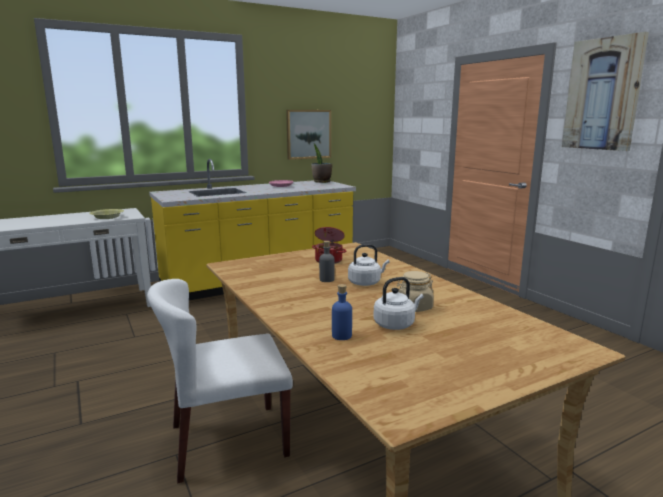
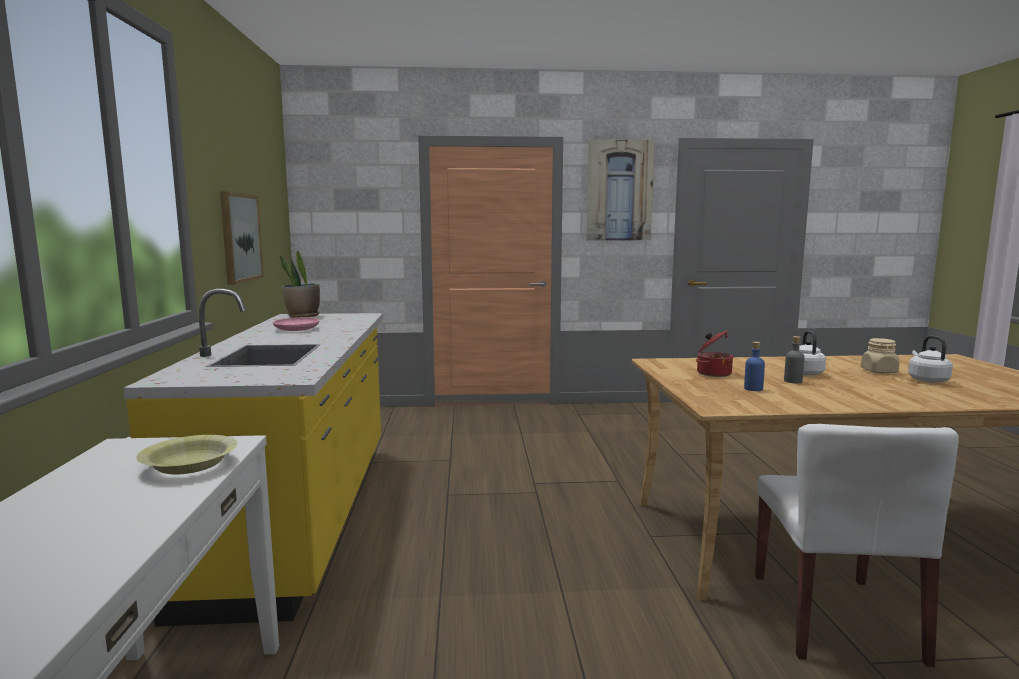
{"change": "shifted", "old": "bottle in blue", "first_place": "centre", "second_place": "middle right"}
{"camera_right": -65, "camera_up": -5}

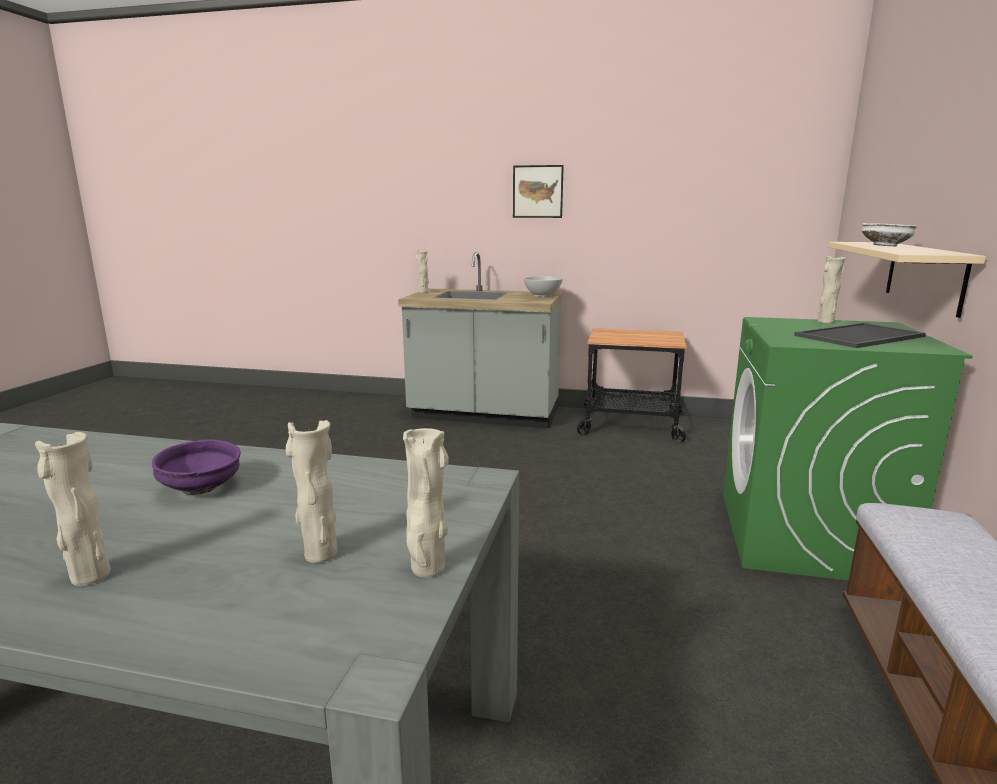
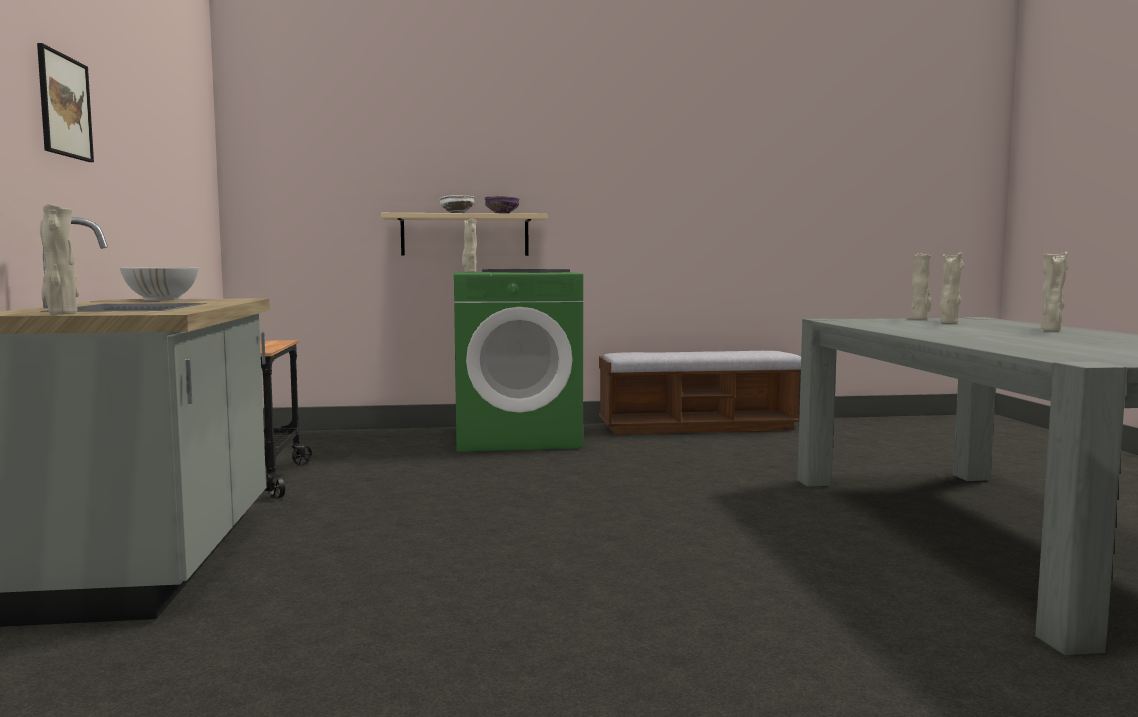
{"change": "shifted", "old": "bowl in purple", "first_place": "middle left", "second_place": "top centre"}
{"camera_right": -110, "camera_up": -10}

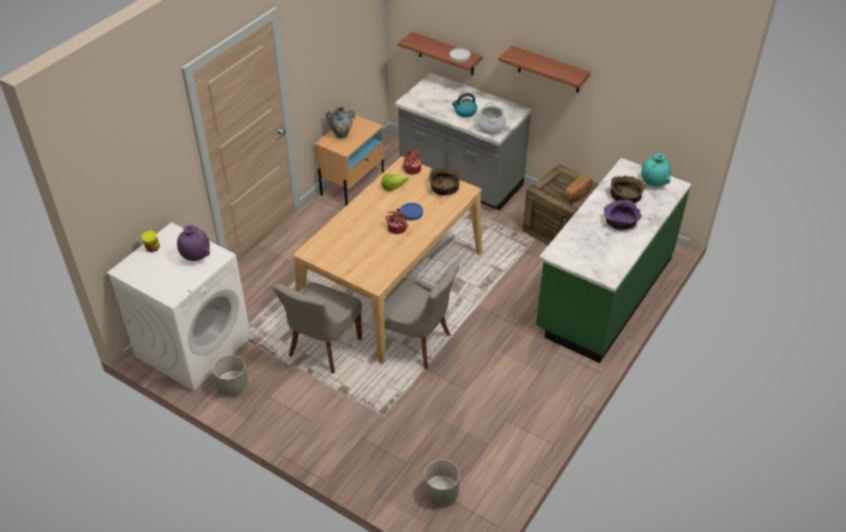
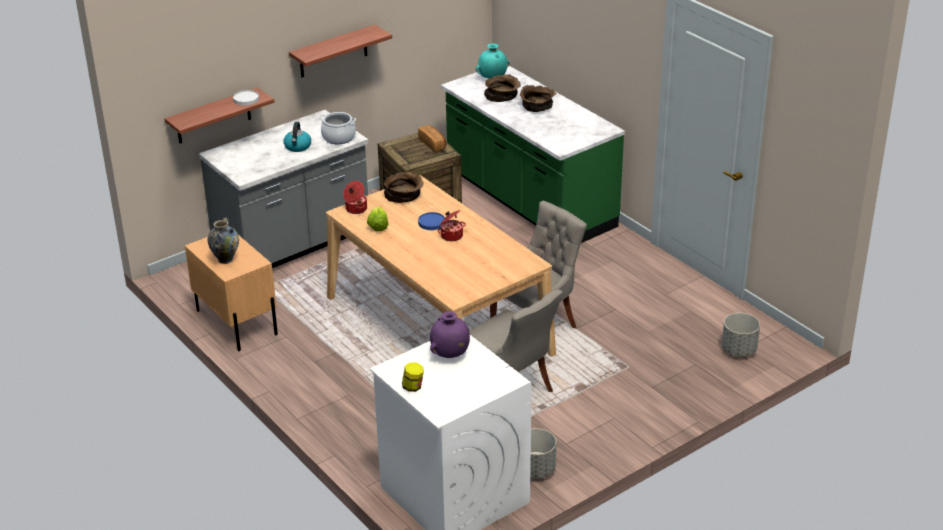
{"change": "repainted", "old": "bowl in purple", "new": "bowl in brown (no. 3 from left)", "first_place": "middle right", "second_place": "top centre"}
{"camera_right": -70, "camera_up": -10}

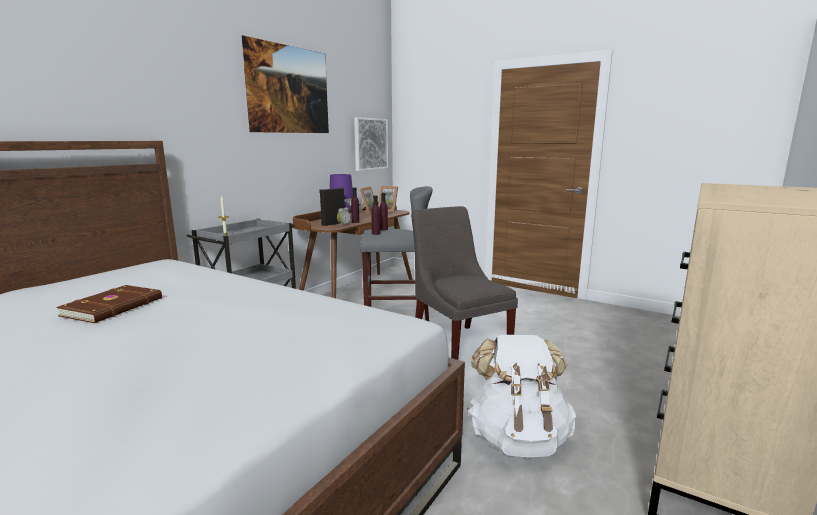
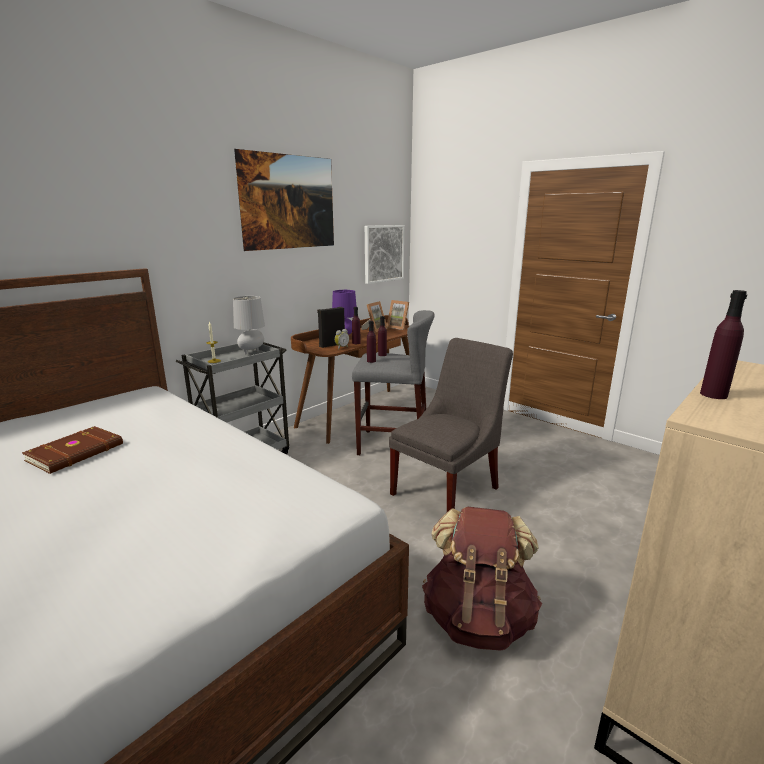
{"change": "rotated", "old": "chair in grey", "first_place": "centre", "second_place": "centre", "degrees": 60}
{"change": "repainted", "old": "backpack in white", "new": "backpack in brown", "first_place": "bottom centre", "second_place": "bottom centre"}
{"change": "new", "new": "bottle in purple (no. 4 from left)", "second_place": "middle right"}
{"change": "new", "new": "table lamp in grey", "second_place": "middle left"}
{"camera_right": 10, "camera_up": 5}

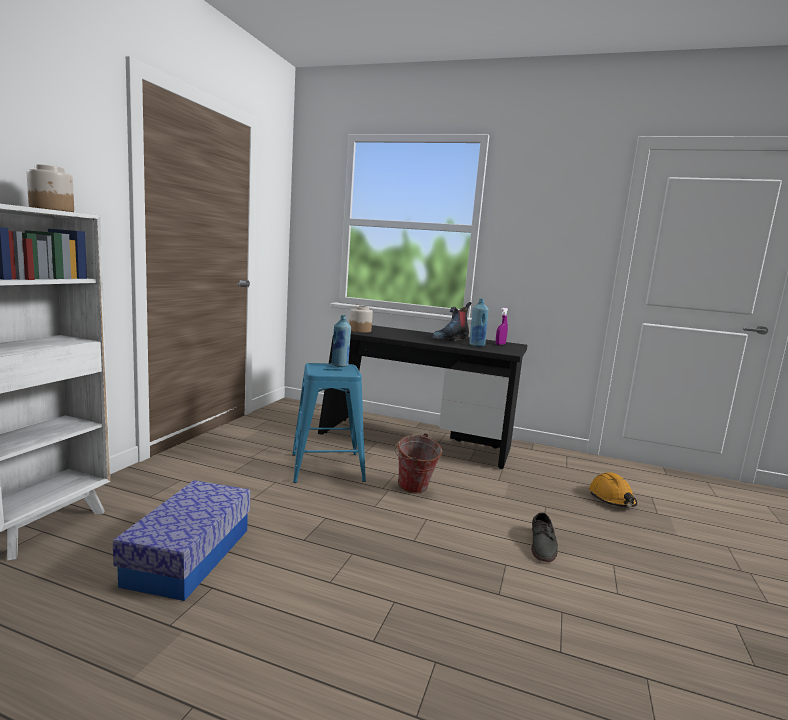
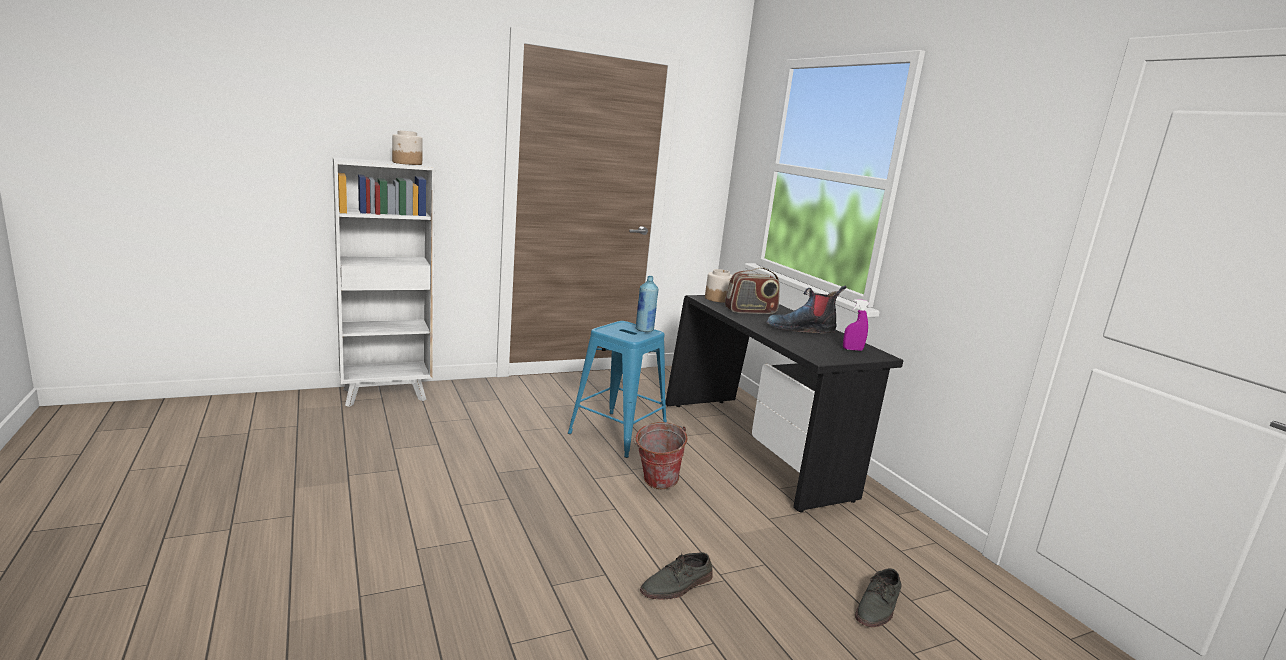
{"change": "gone", "old": "bottle in blue (no. 2 from left)", "first_place": "centre"}
{"change": "swapped", "old": "hard hat in orange", "new": "shoe in grey (no. 2 from left)", "first_place": "bottom right", "second_place": "bottom right"}
{"change": "gone", "old": "storage box", "first_place": "bottom left"}
{"change": "new", "new": "radio", "second_place": "centre"}
{"camera_right": 45, "camera_up": 5}

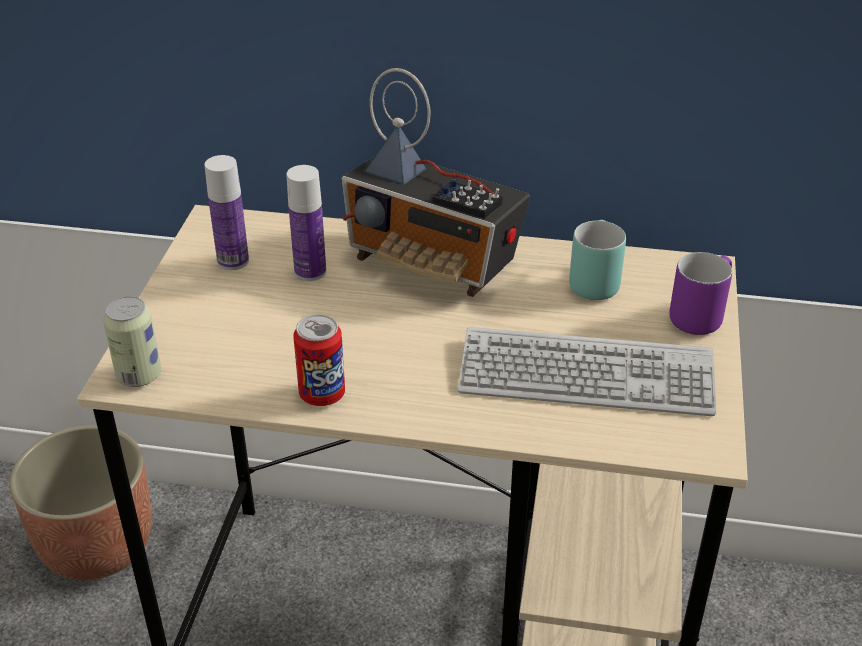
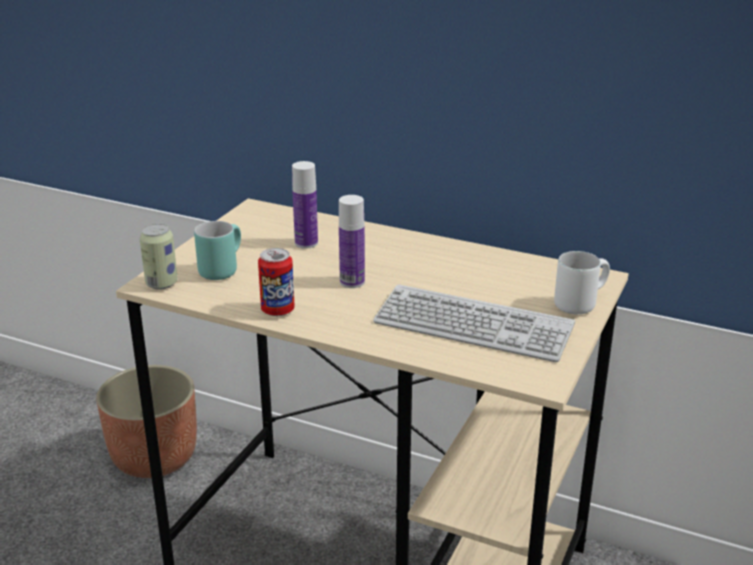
{"change": "gone", "old": "radio", "first_place": "top centre"}
{"change": "shifted", "old": "bottle (no. 1 from left in the first image)", "new": "bottle (no. 2 from left)", "first_place": "top left", "second_place": "centre"}
{"change": "shifted", "old": "mug in turquoise", "first_place": "middle right", "second_place": "middle left"}
{"change": "repainted", "old": "mug in purple", "new": "mug in white", "first_place": "middle right", "second_place": "middle right"}
{"camera_right": 15, "camera_up": -10}

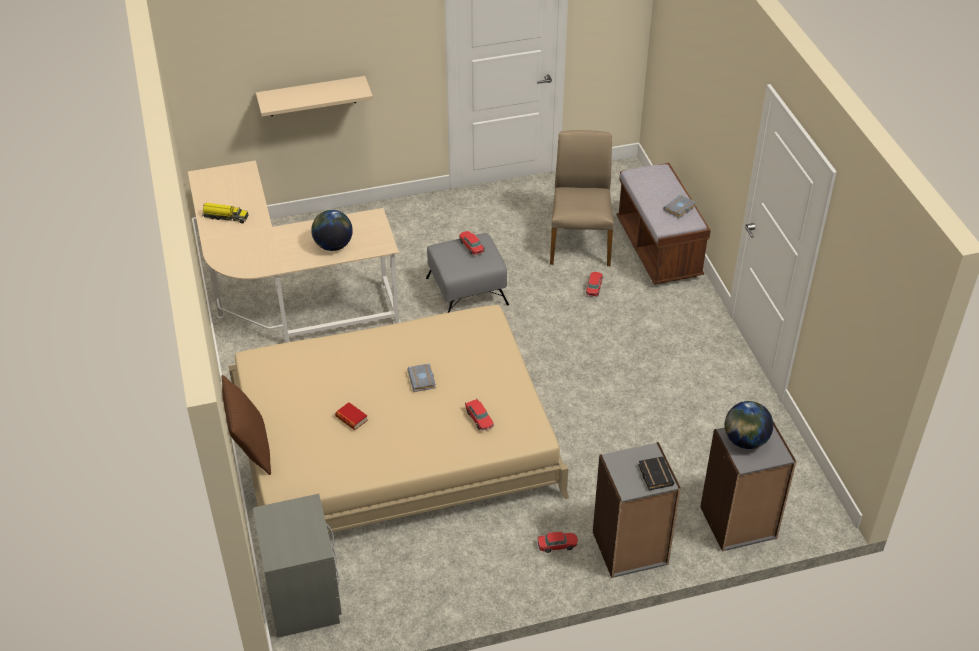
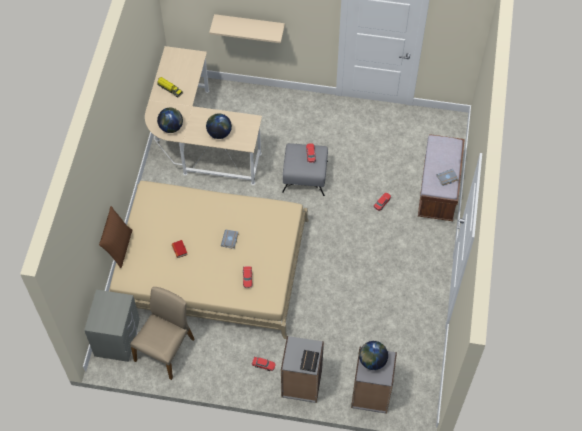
{"change": "shifted", "old": "chair in beige", "first_place": "top centre", "second_place": "bottom left"}
{"change": "new", "new": "globe (no. 1 from left)", "second_place": "top left"}
{"camera_right": 25, "camera_up": 15}

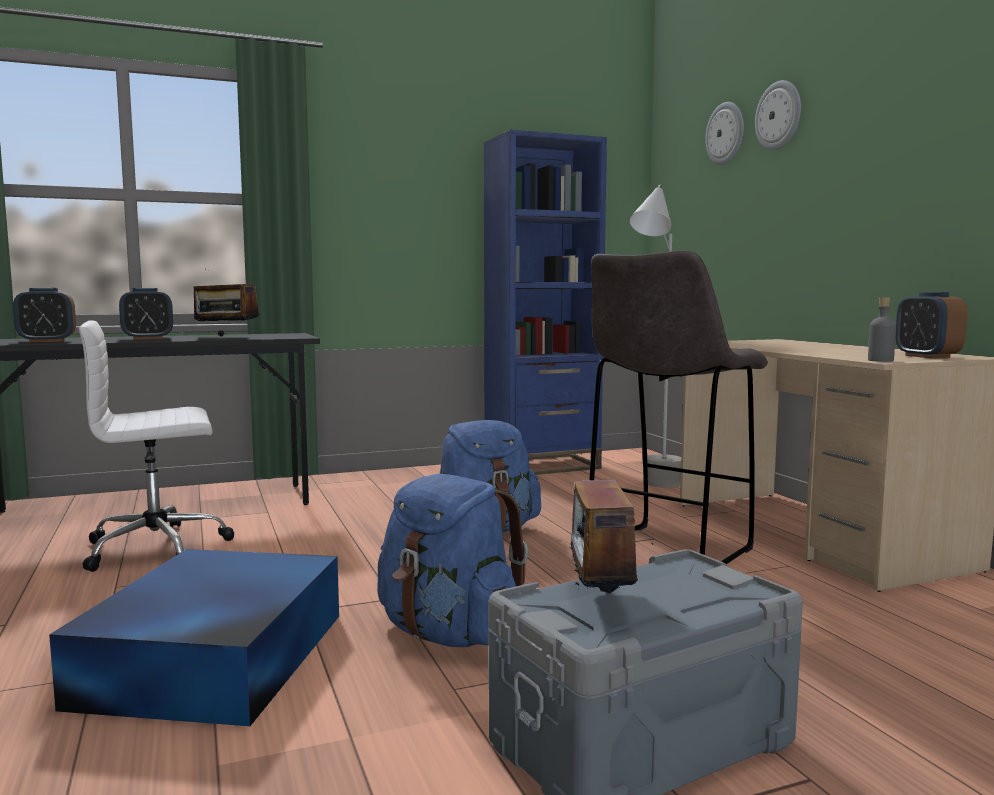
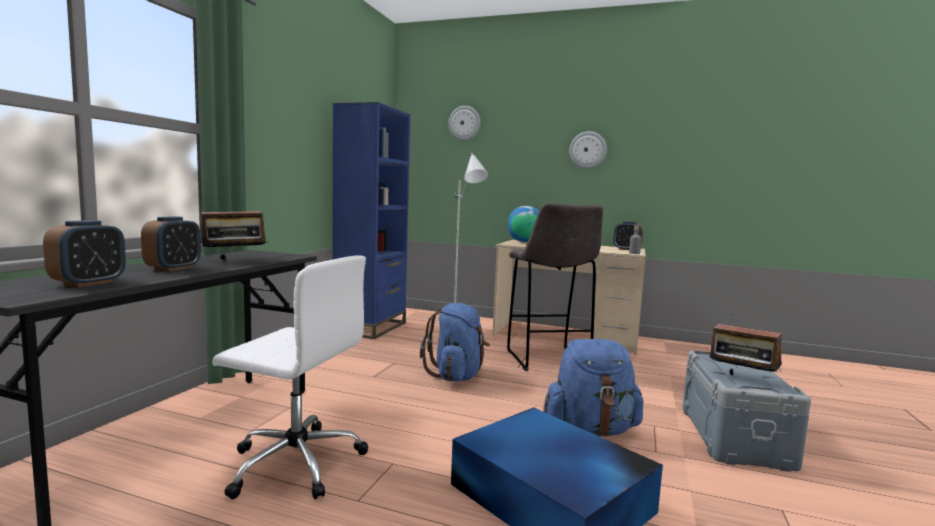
{"change": "shifted", "old": "wall clock (no. 2 from left)", "first_place": "top right", "second_place": "top centre"}
{"change": "rotated", "old": "office chair in white", "first_place": "middle left", "second_place": "bottom left", "degrees": -90}
{"change": "new", "new": "globe", "second_place": "centre"}
{"camera_right": -50, "camera_up": 0}

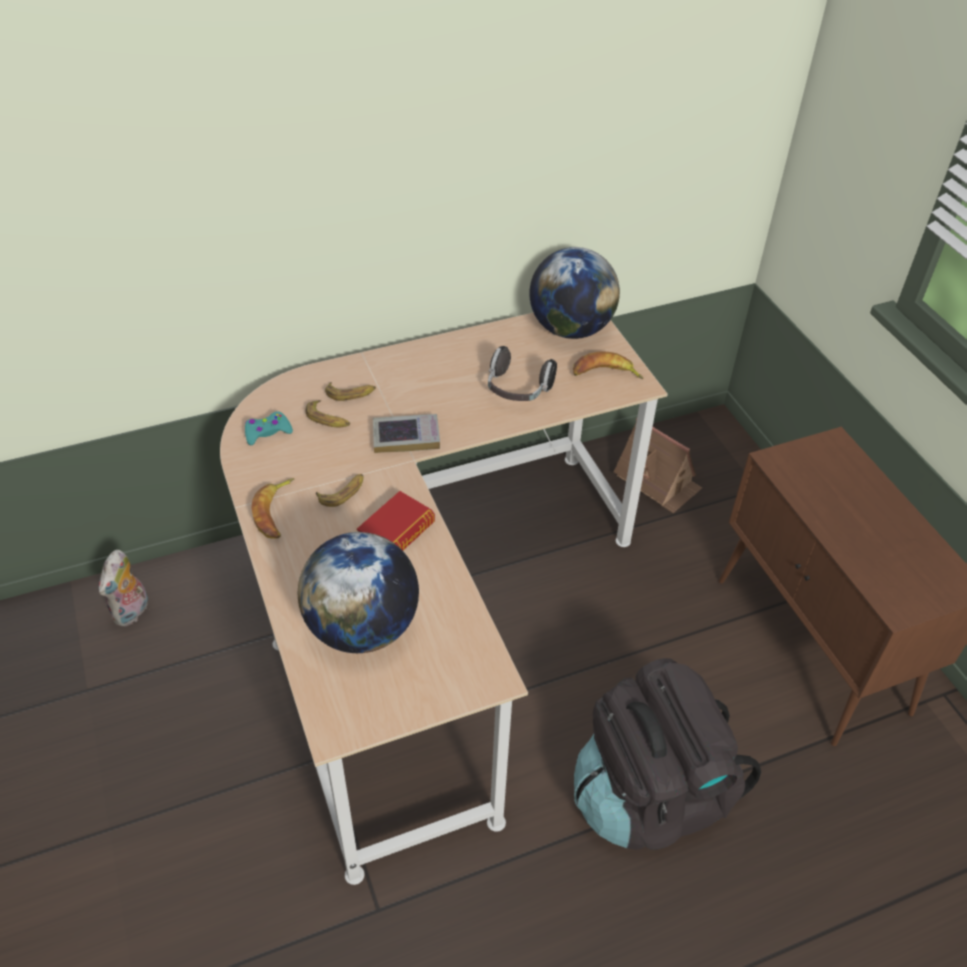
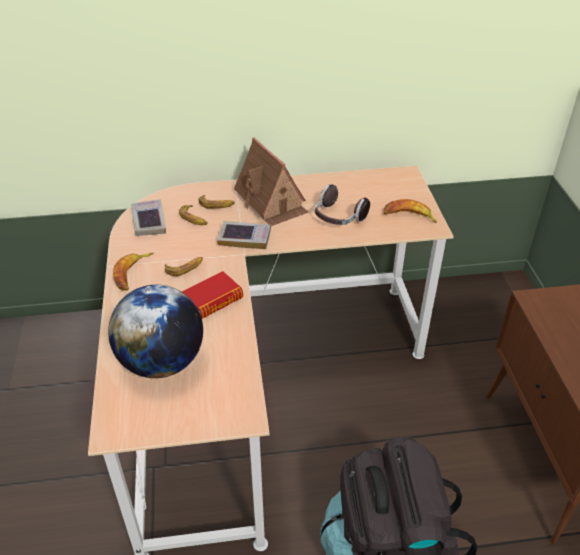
{"change": "gone", "old": "globe (no. 2 from left)", "first_place": "top centre"}
{"change": "swapped", "old": "game controller in turquoise", "new": "book (no. 1 from left)", "first_place": "middle left", "second_place": "middle left"}
{"change": "shifted", "old": "toy house", "first_place": "middle right", "second_place": "top centre"}
{"change": "gone", "old": "plush toy", "first_place": "middle left"}
{"camera_right": 15, "camera_up": -5}

